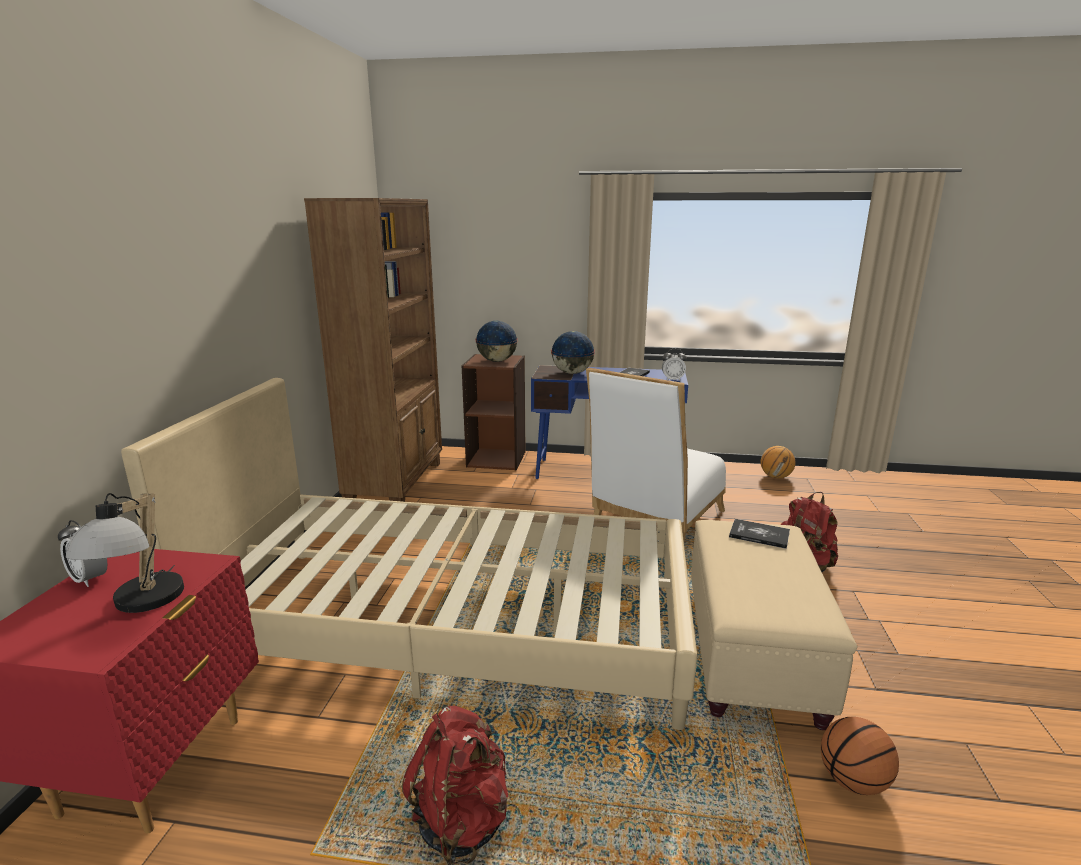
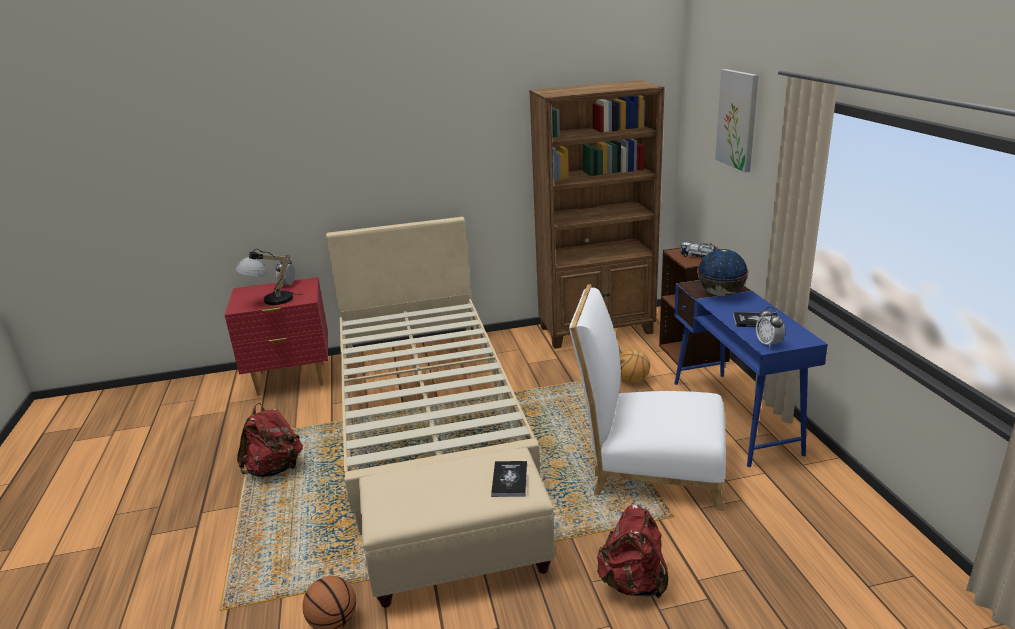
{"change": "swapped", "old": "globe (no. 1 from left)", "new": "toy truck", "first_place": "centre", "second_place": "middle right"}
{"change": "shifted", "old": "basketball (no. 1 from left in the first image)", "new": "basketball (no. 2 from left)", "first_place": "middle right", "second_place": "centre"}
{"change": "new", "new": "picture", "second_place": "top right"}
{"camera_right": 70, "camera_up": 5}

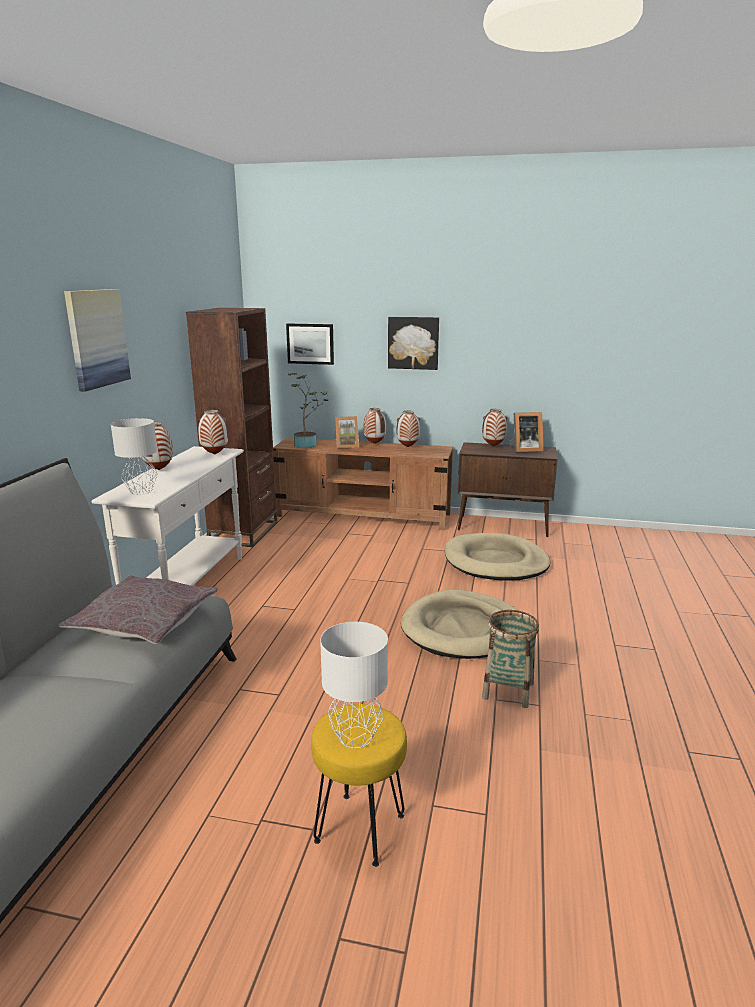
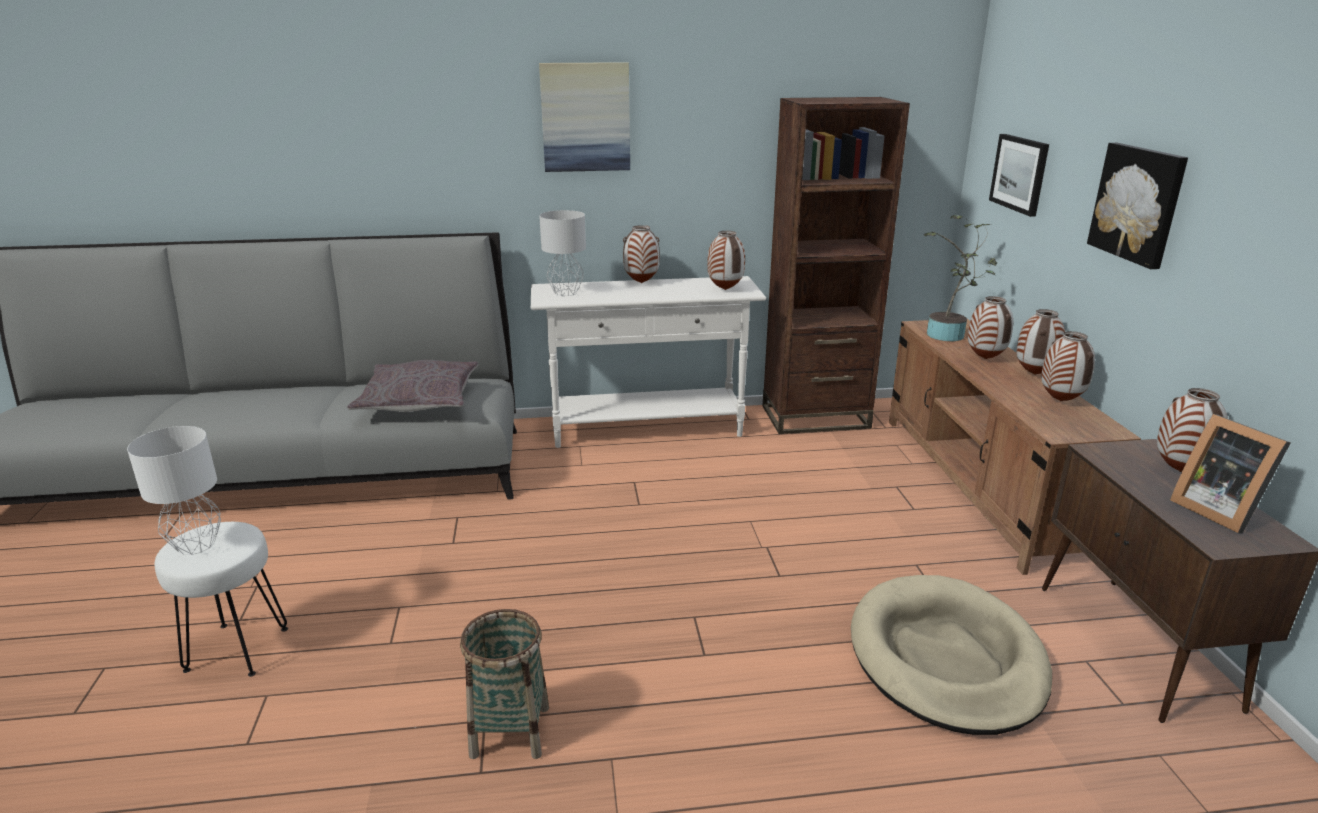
{"change": "swapped", "old": "picture frame (no. 1 from left)", "new": "vase (no. 3 from left)", "first_place": "centre", "second_place": "middle right"}
{"change": "gone", "old": "dog bed in beige (no. 1 from left)", "first_place": "centre"}
{"change": "repainted", "old": "stool in yellow", "new": "stool in white", "first_place": "bottom centre", "second_place": "bottom left"}
{"camera_right": 70, "camera_up": 5}

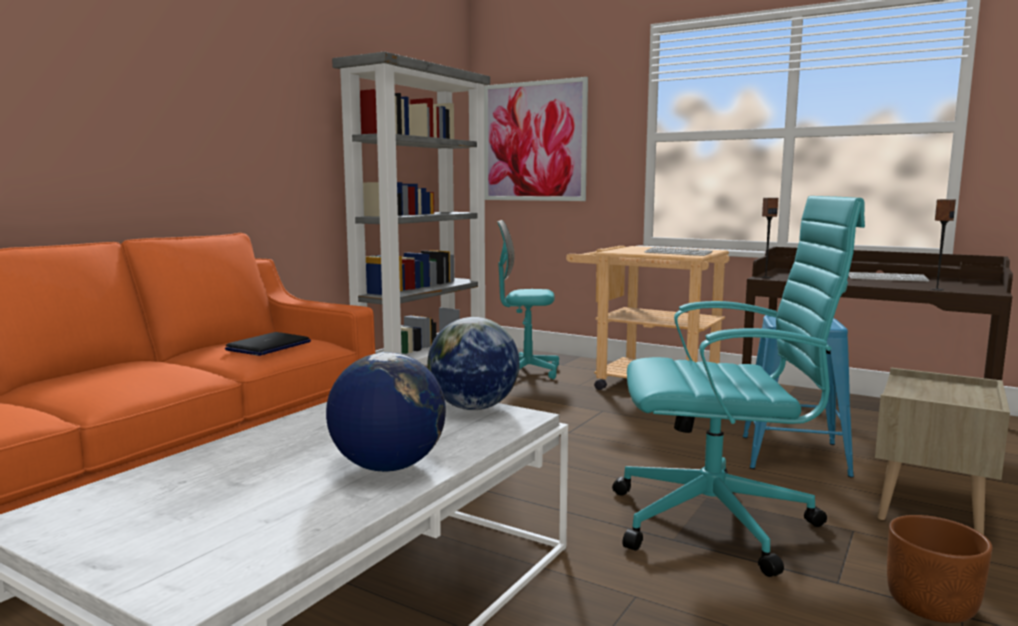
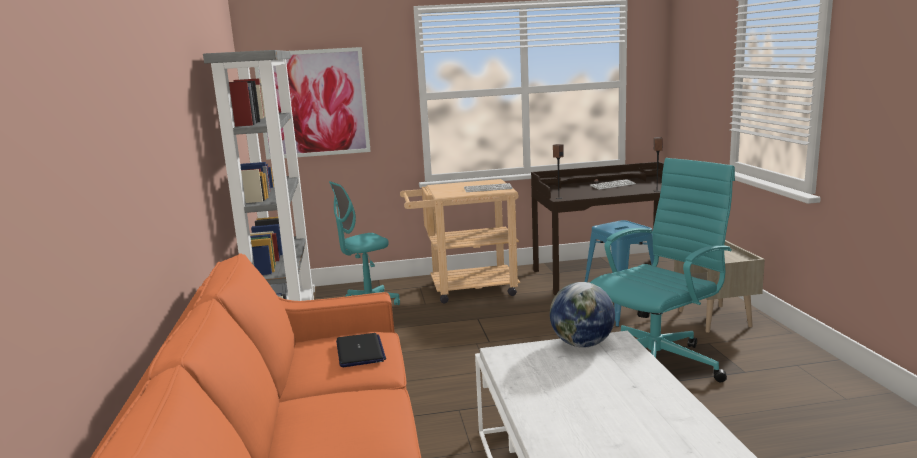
{"change": "gone", "old": "globe (no. 1 from left)", "first_place": "centre"}
{"change": "gone", "old": "planter in brown", "first_place": "bottom right"}
{"camera_right": -40, "camera_up": 5}

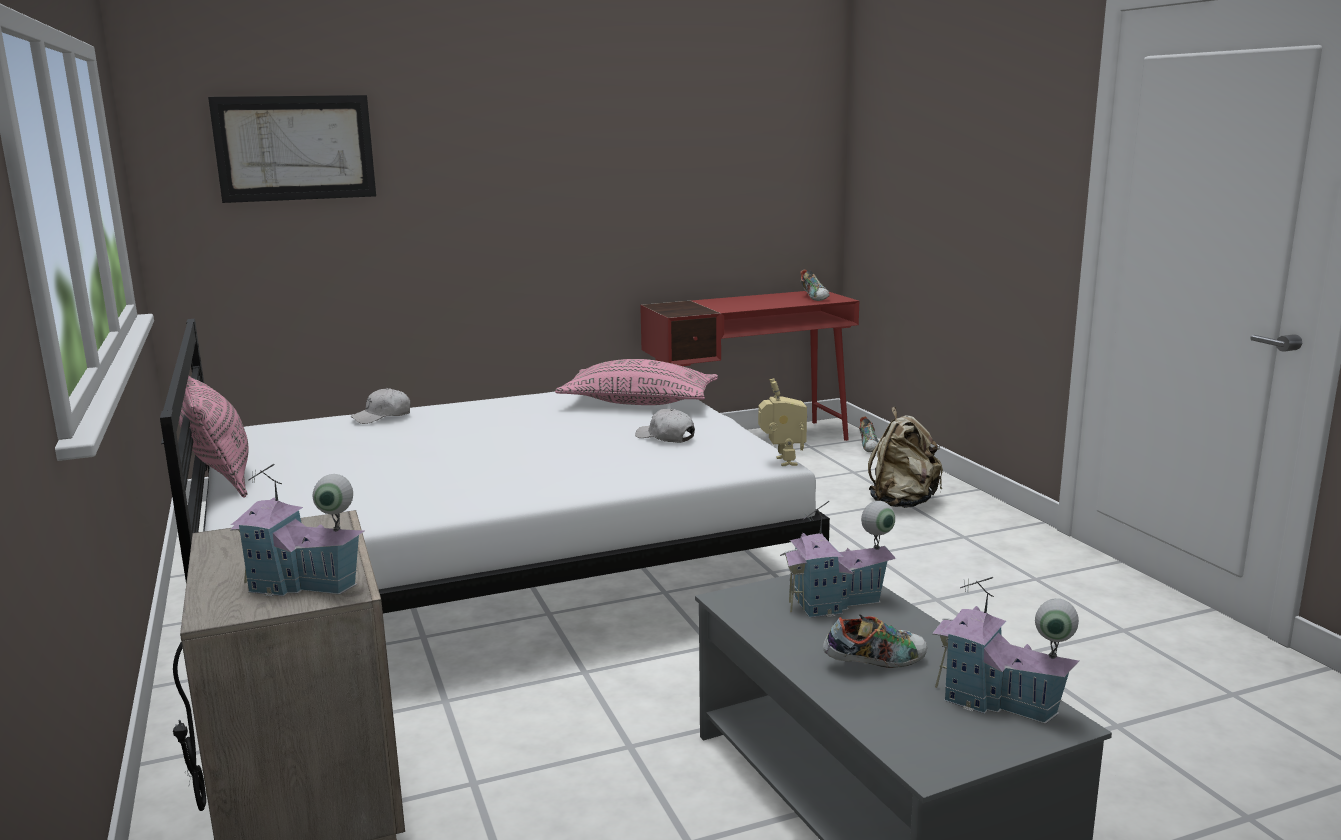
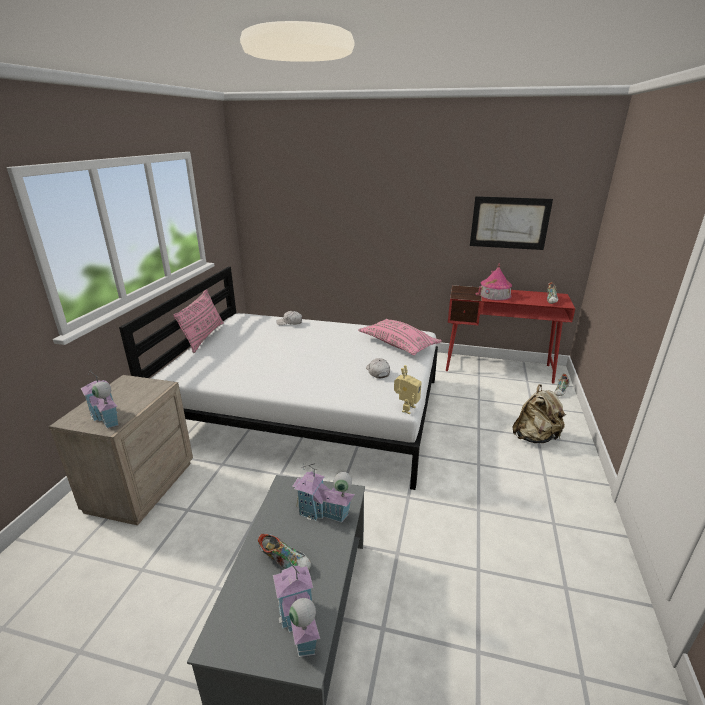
{"change": "shifted", "old": "picture", "first_place": "top left", "second_place": "top right"}
{"change": "new", "new": "toy house (no. 4 from left)", "second_place": "middle right"}
{"camera_right": 35, "camera_up": 10}

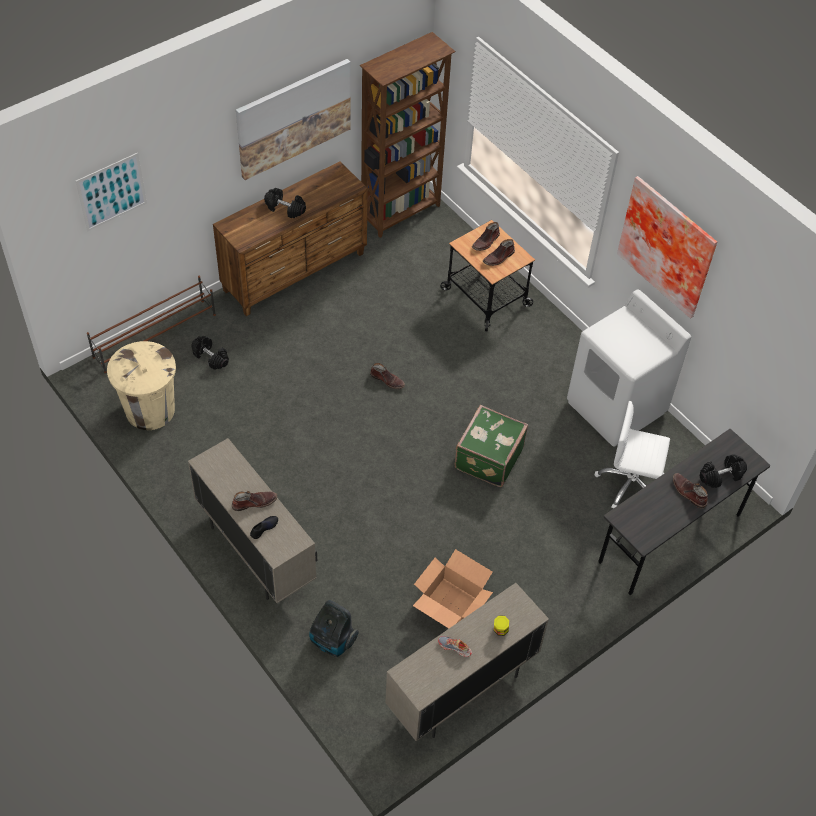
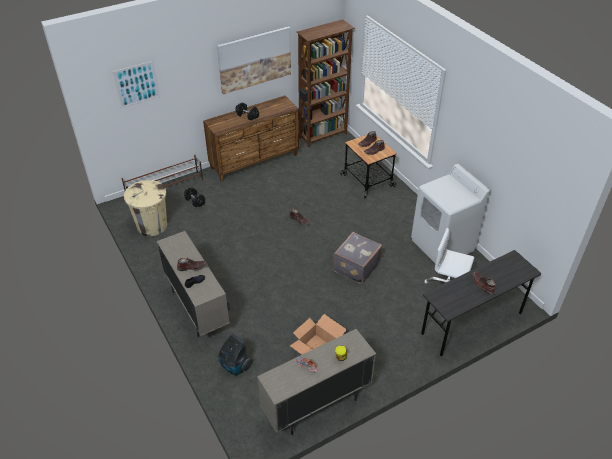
{"change": "gone", "old": "picture (no. 3 from left)", "first_place": "top right"}
{"change": "repainted", "old": "suitcase in green", "new": "suitcase in grey", "first_place": "centre", "second_place": "centre"}
{"change": "gone", "old": "dumbbell in black (no. 3 from left)", "first_place": "middle right"}
{"camera_right": 10, "camera_up": -10}

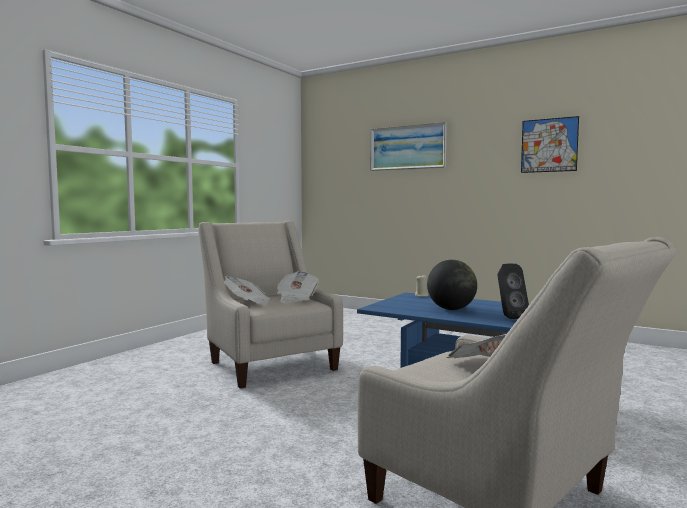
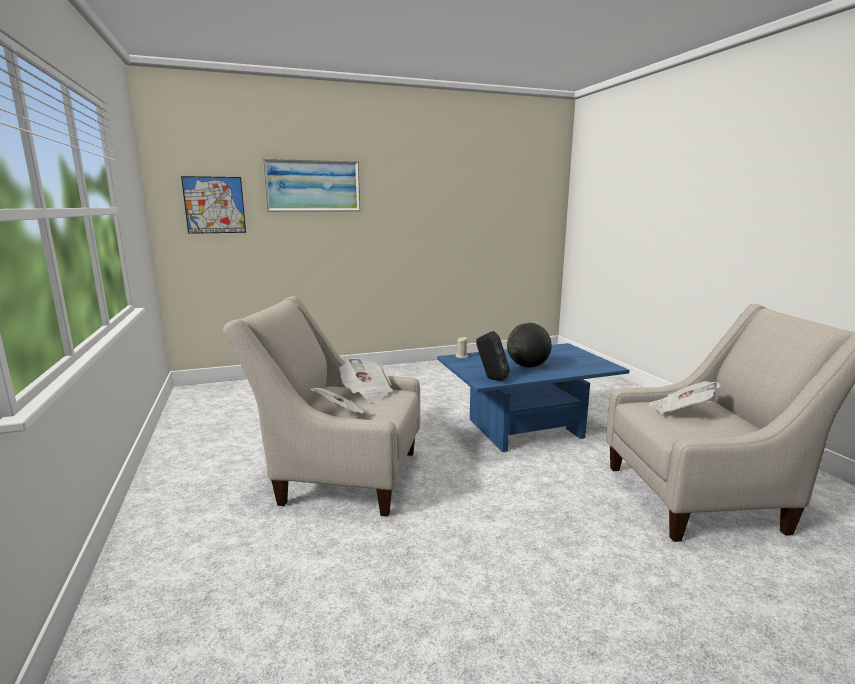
{"change": "shifted", "old": "picture (no. 2 from left in the first image)", "new": "picture (no. 1 from left)", "first_place": "top right", "second_place": "top left"}
{"change": "shifted", "old": "speaker in black", "first_place": "middle right", "second_place": "centre"}
{"camera_right": -50, "camera_up": 10}

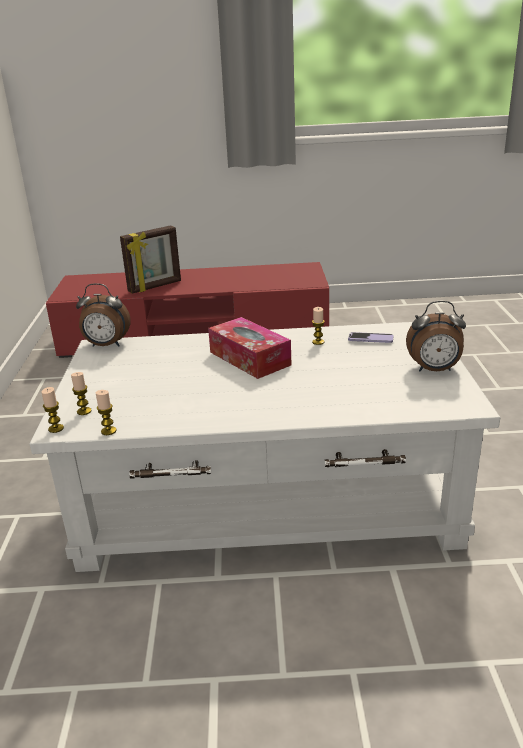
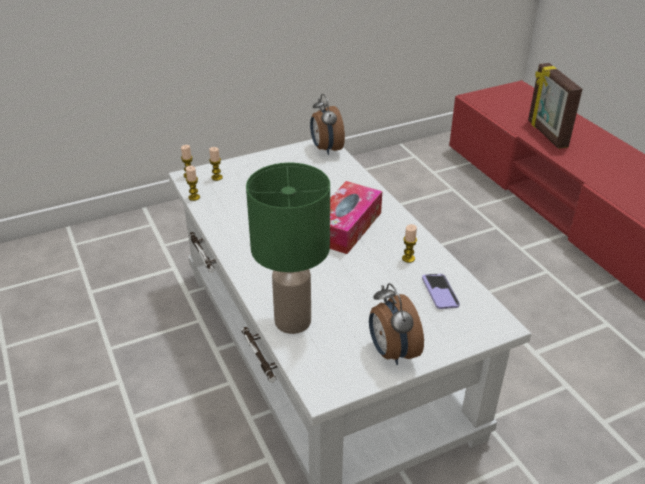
{"change": "rotated", "old": "picture frame", "first_place": "middle left", "second_place": "top right", "degrees": 45}
{"change": "new", "new": "table lamp in green", "second_place": "centre"}
{"camera_right": 65, "camera_up": 10}

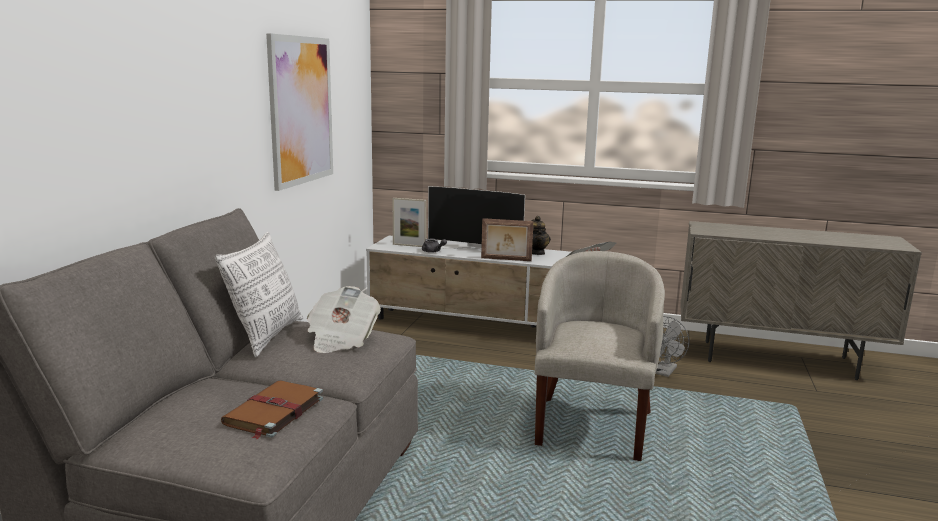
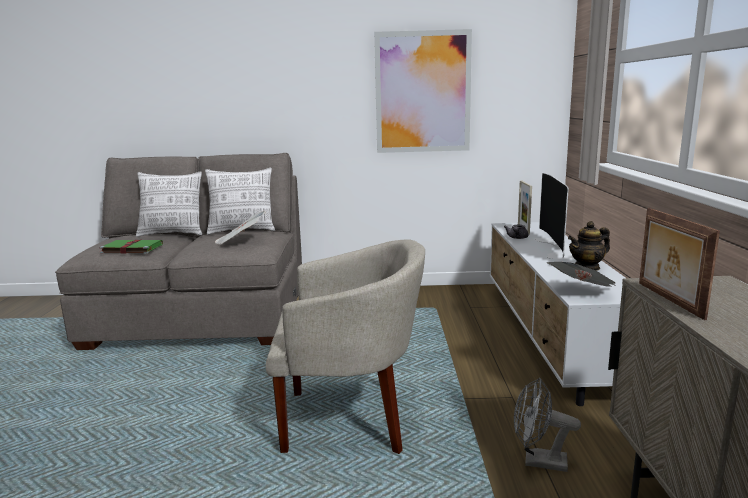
{"change": "shifted", "old": "picture frame (no. 2 from left)", "first_place": "centre", "second_place": "middle right"}
{"change": "repainted", "old": "book in brown", "new": "book in green", "first_place": "bottom left", "second_place": "middle left"}
{"change": "new", "new": "pillow (no. 1 from left)", "second_place": "middle left"}
{"camera_right": 75, "camera_up": 0}

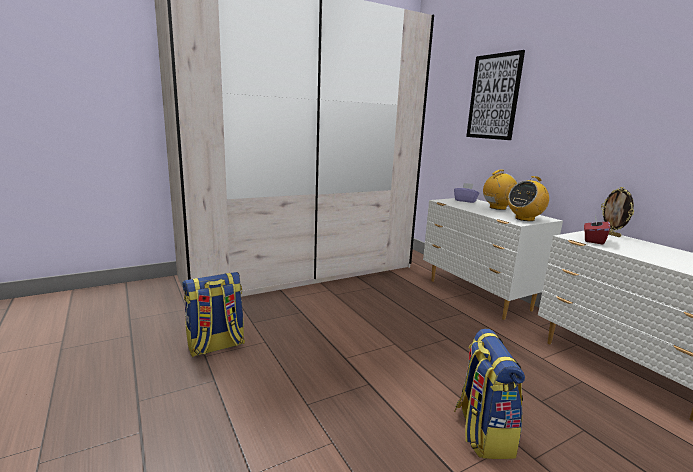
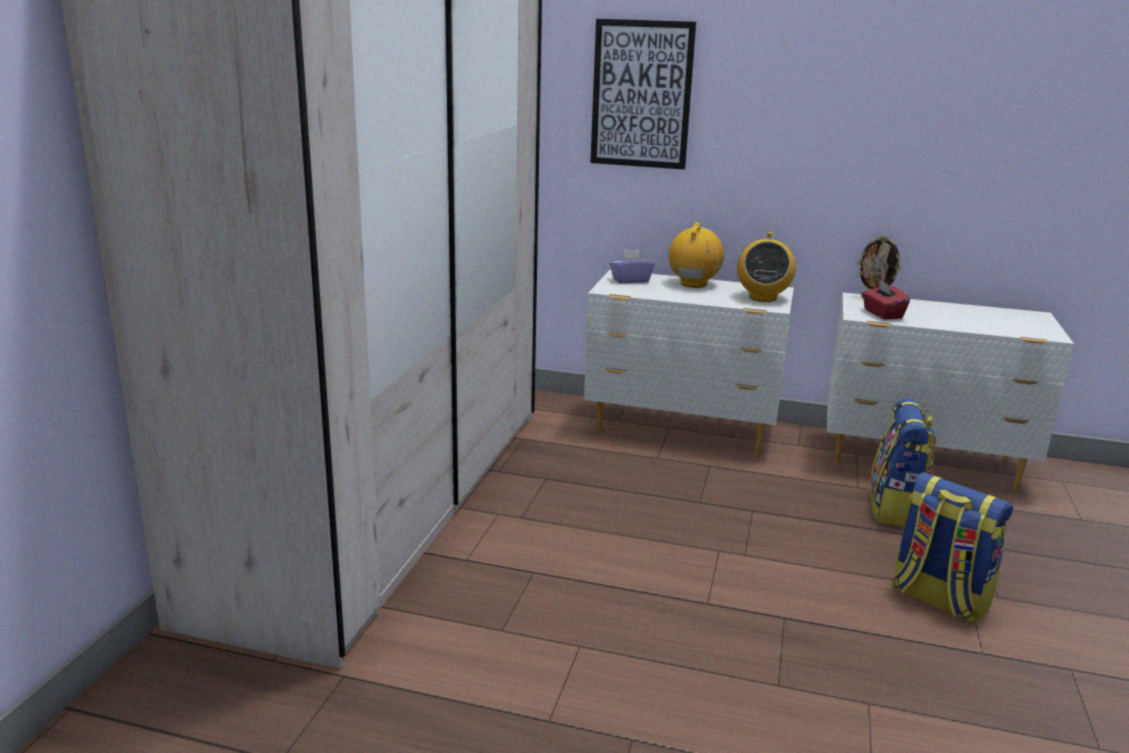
{"change": "shifted", "old": "backpack (no. 1 from left)", "first_place": "middle left", "second_place": "middle right"}
{"camera_right": -45, "camera_up": 5}

